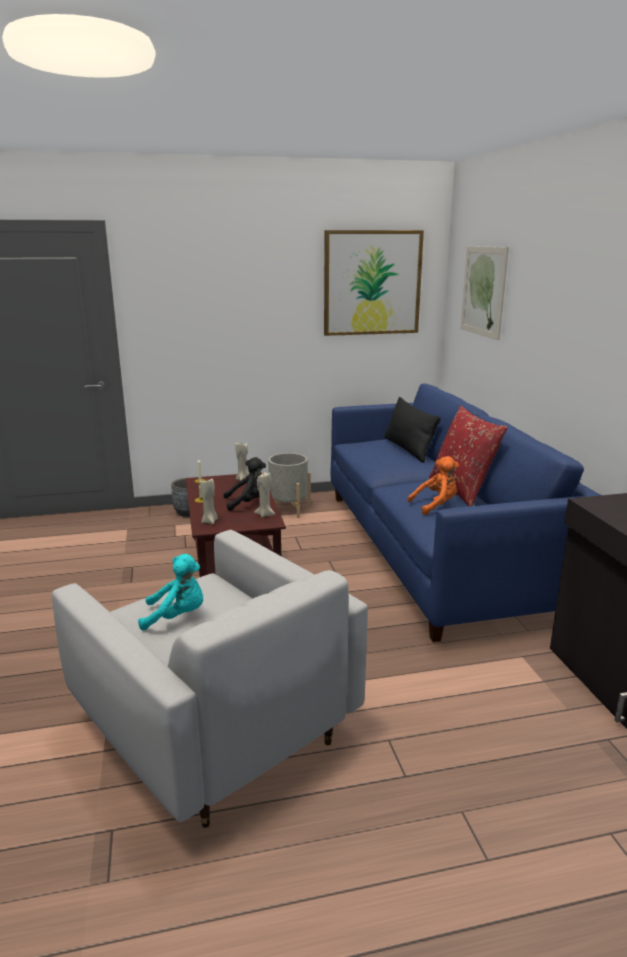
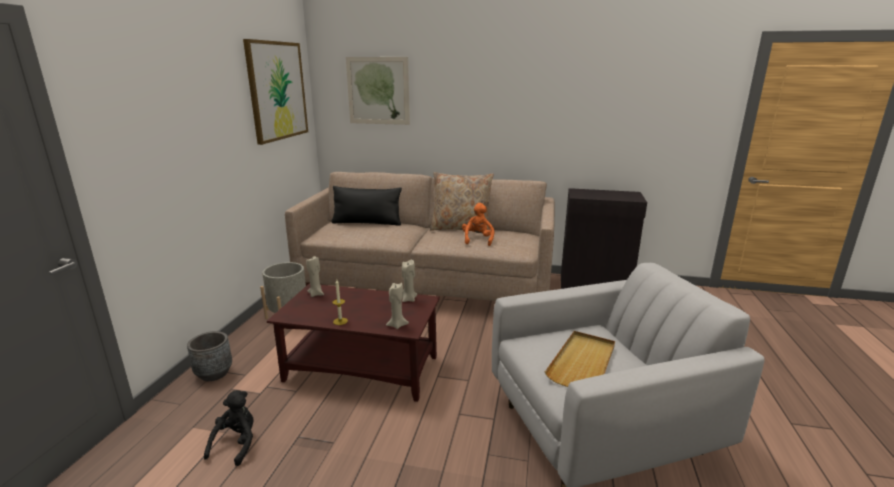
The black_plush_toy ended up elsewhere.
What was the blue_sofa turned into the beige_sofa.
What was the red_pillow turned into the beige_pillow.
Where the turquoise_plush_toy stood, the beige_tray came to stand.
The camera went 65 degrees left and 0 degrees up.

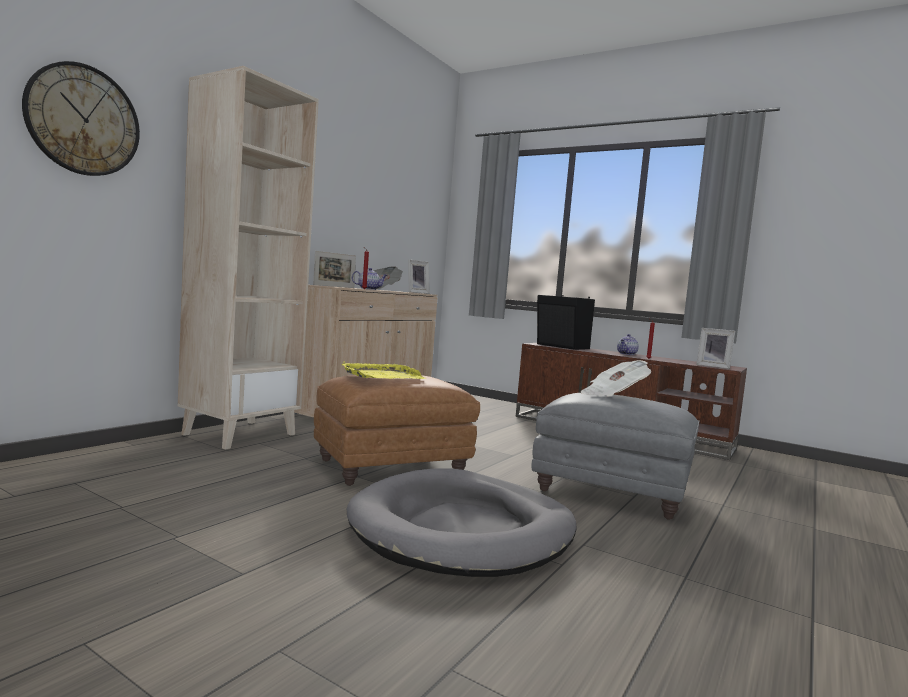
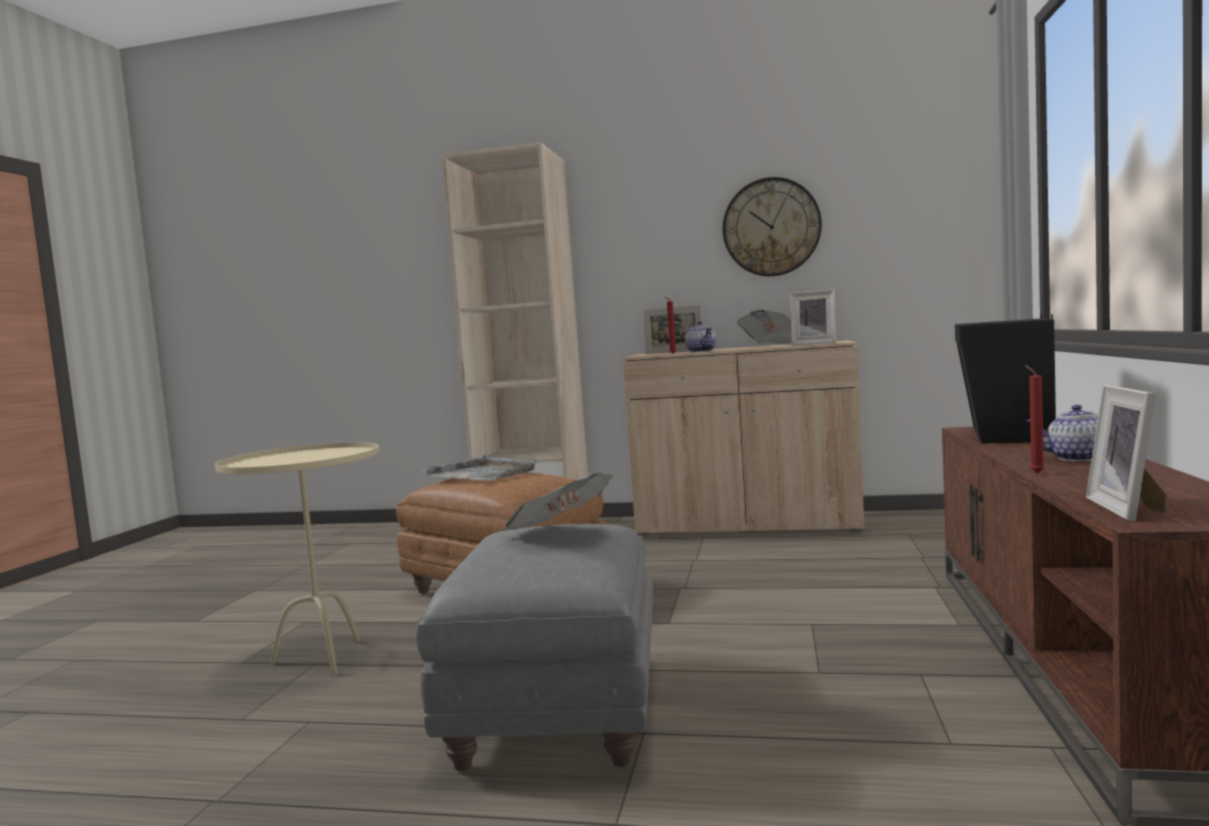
Where the grey_dog_bed stood, the beige_side_table came to stand.
What was the yellow_tray turned into the grey_tray.
The wall_clock ended up elsewhere.
The camera went 70 degrees right and 0 degrees up.

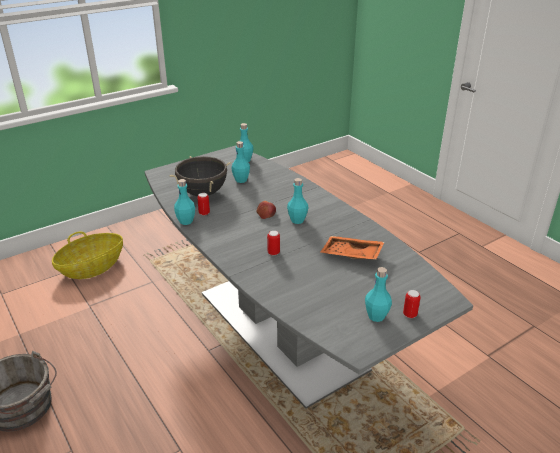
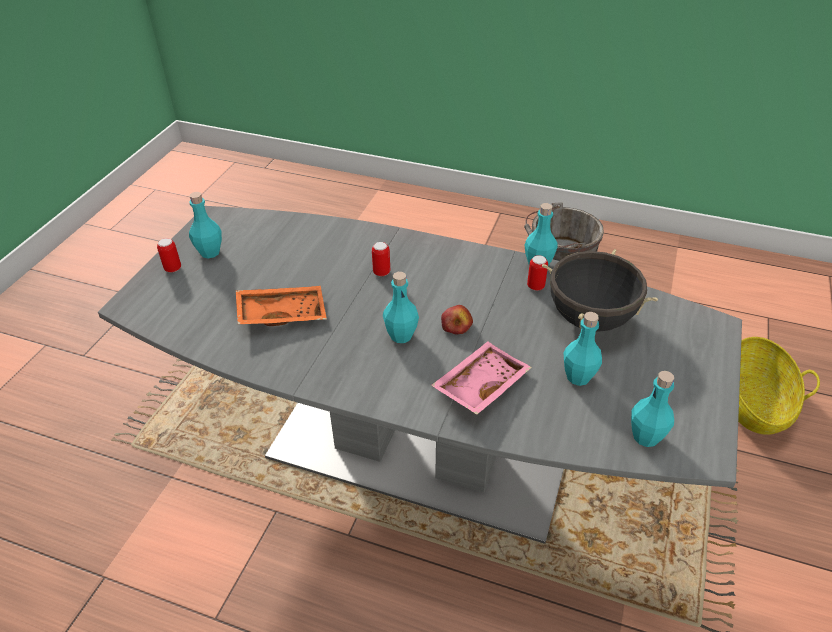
The second view gained the pink_tray.
The camera went 145 degrees right and 10 degrees up.

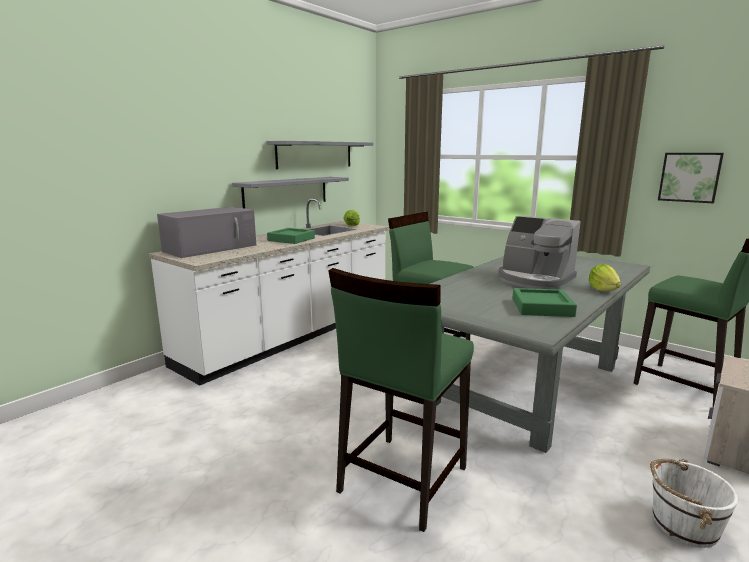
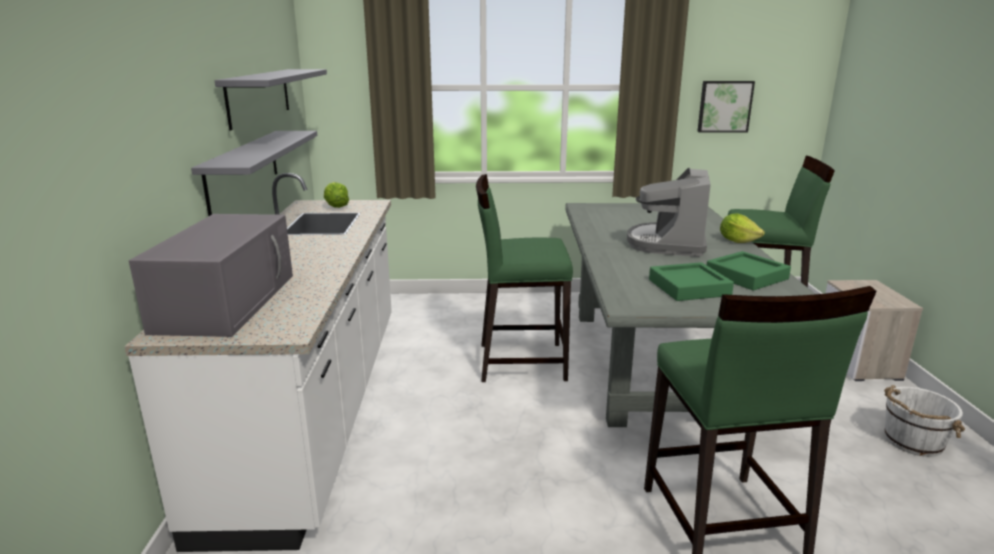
The coffee_machine ended up facing another way, 105 degrees clockwise from before.
The green_tray (1st from left) ended up elsewhere.
The camera went 40 degrees left and 5 degrees up.

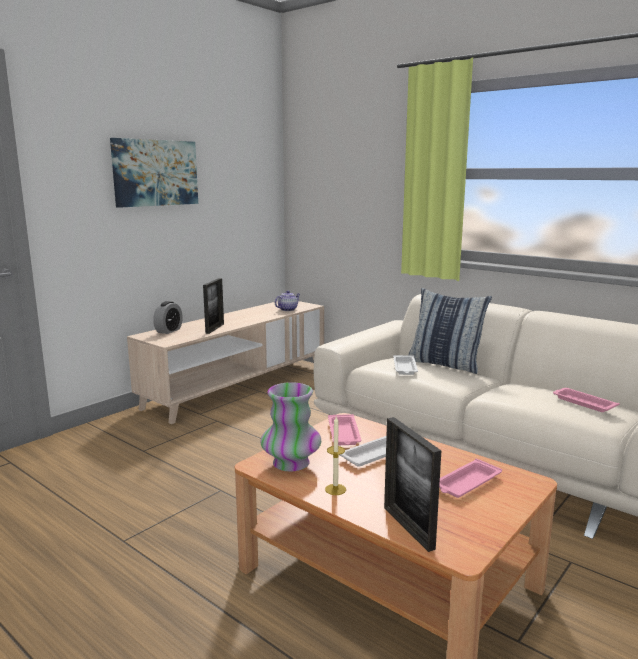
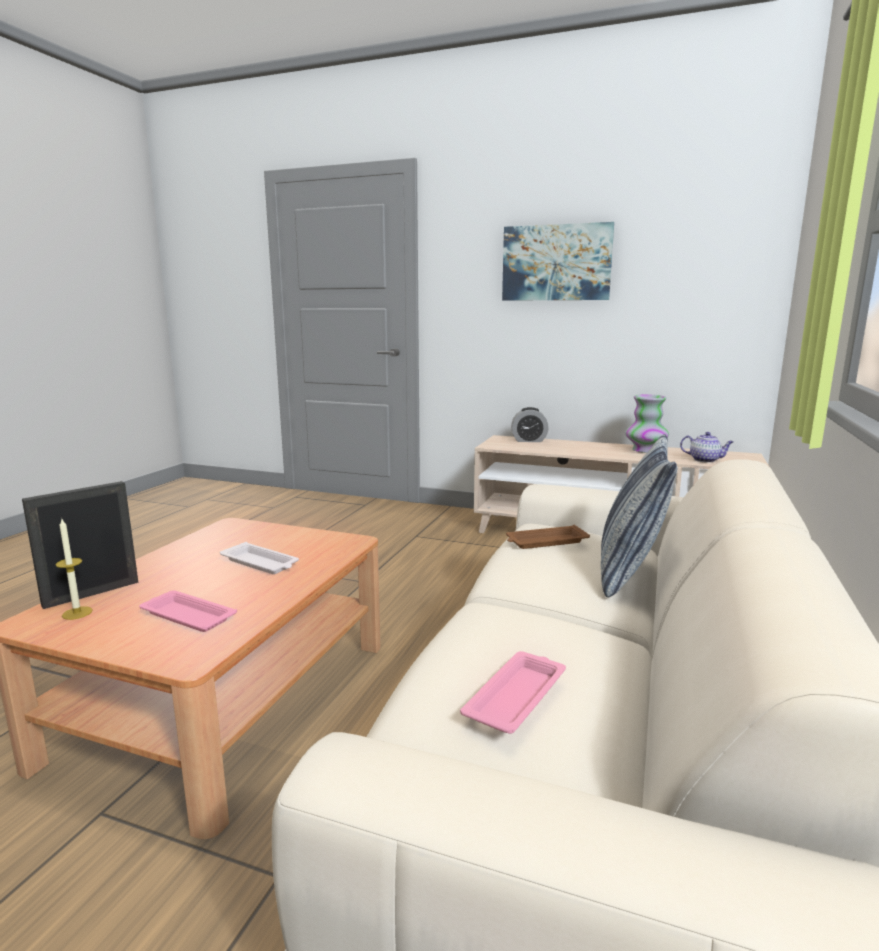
The candle ended up elsewhere.
What was the white_tray (2nd from left) turned into the brown_tray.
The vase ended up elsewhere.
The second view lost the picture_frame (1st from left).
The second view lost the pink_tray (1st from left).
The camera went 70 degrees right and 0 degrees up.

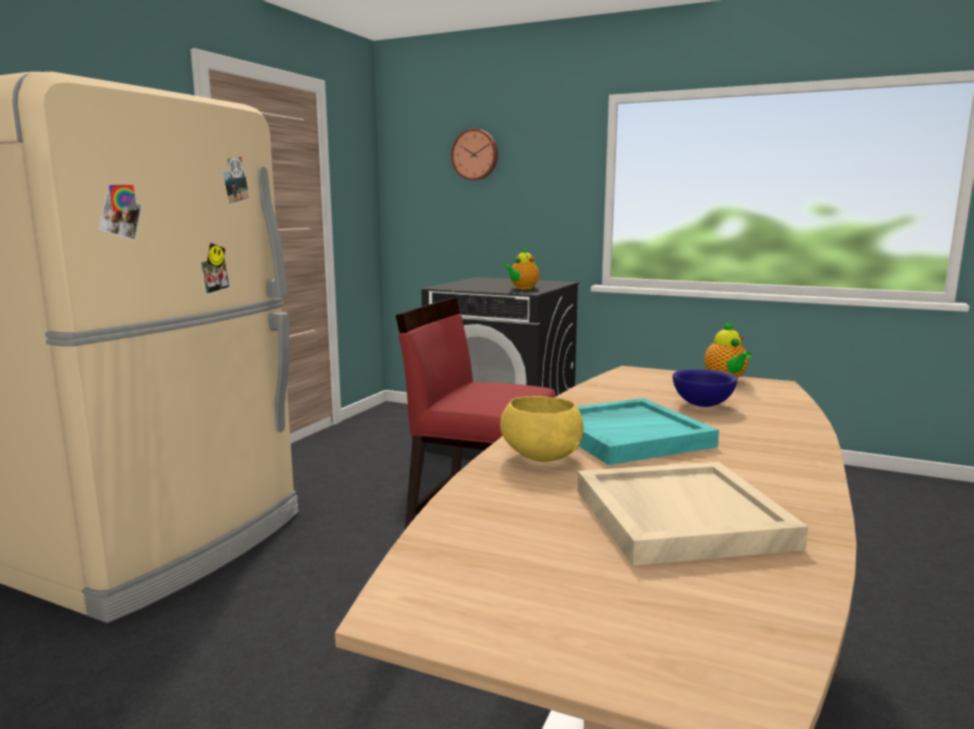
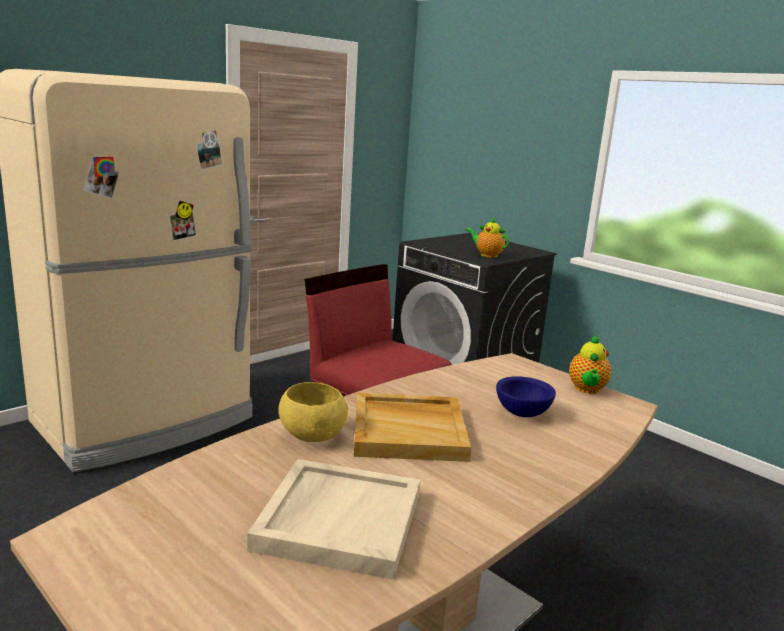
What was the turquoise_tray turned into the beige_tray (2nd from left).
The teapot (1st from left) ended up facing another way, 60 degrees clockwise from before.
The second view lost the wall_clock.
The camera went 20 degrees right and 5 degrees up.

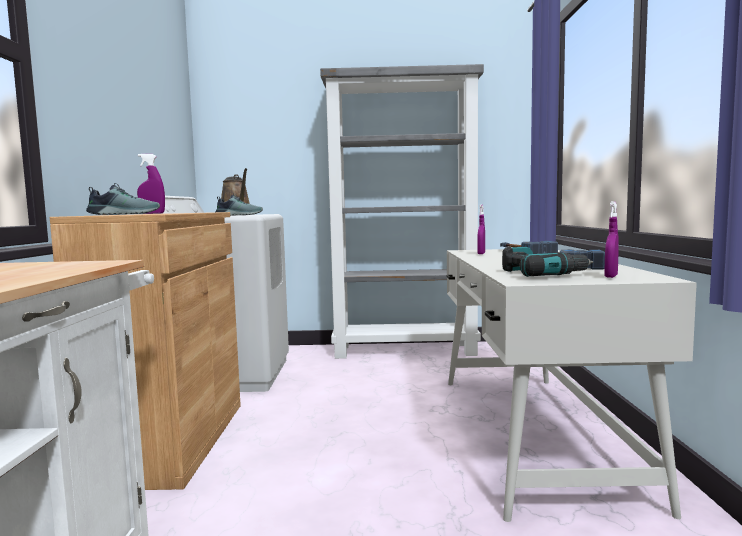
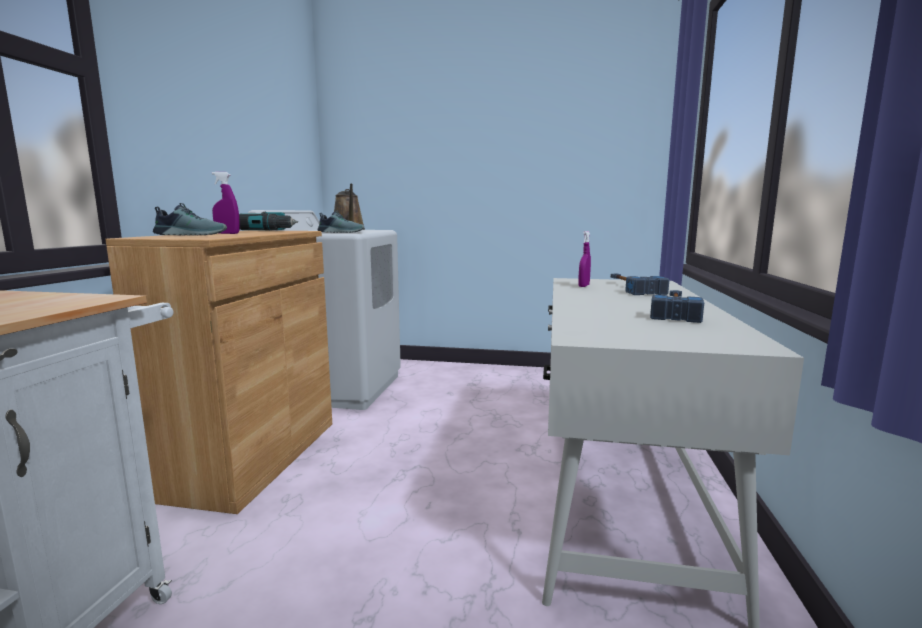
The power_drill ended up elsewhere.
The second view lost the grey_bookcase.
The second view lost the purple_spray_bottle (3rd from left).
The camera went 10 degrees right and 5 degrees up.

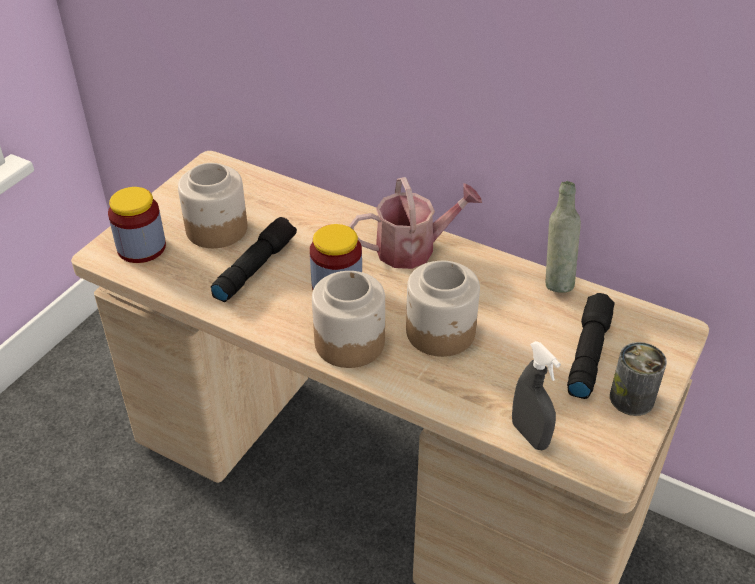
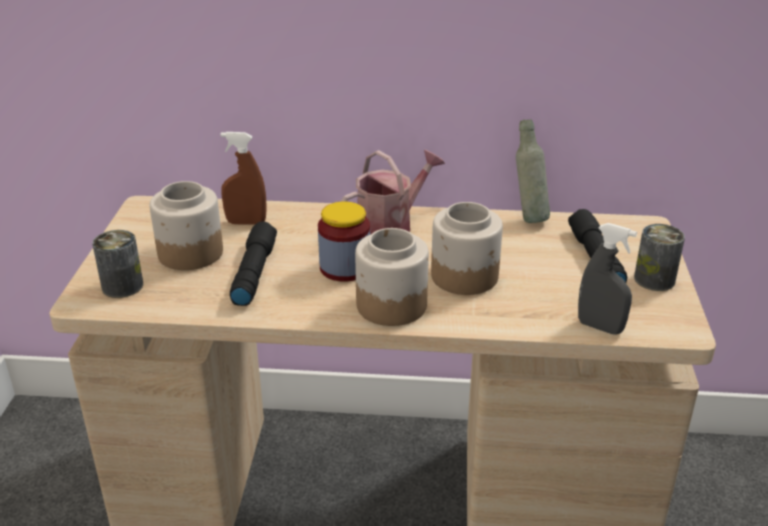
Where the jar (1st from left) stood, the can (1st from left) came to stand.
The second view gained the brown_spray_bottle.
The camera went 25 degrees left and 10 degrees down.

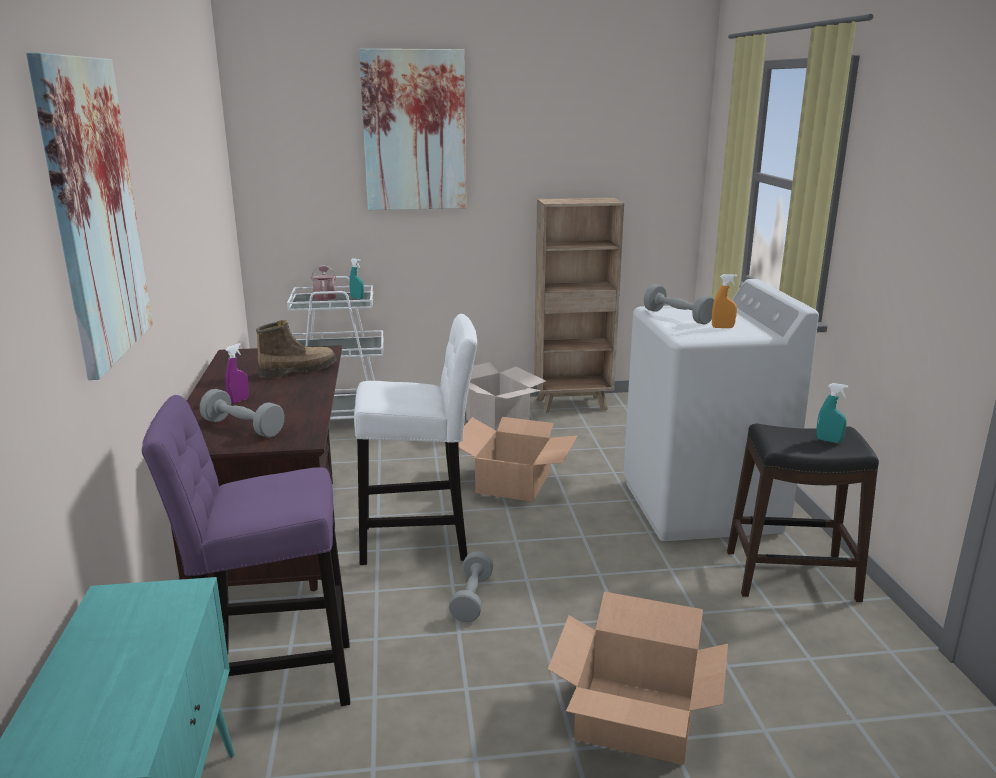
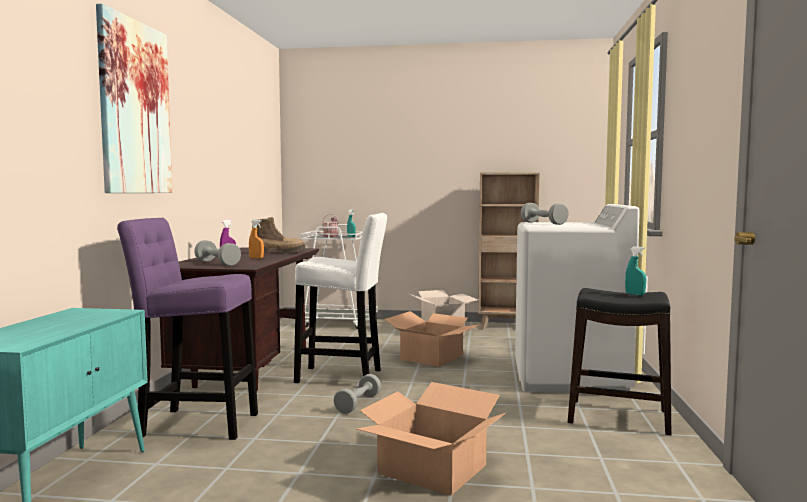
The orange_spray_bottle ended up elsewhere.
The second view lost the picture (2nd from left).
The camera went 15 degrees right and 15 degrees down.

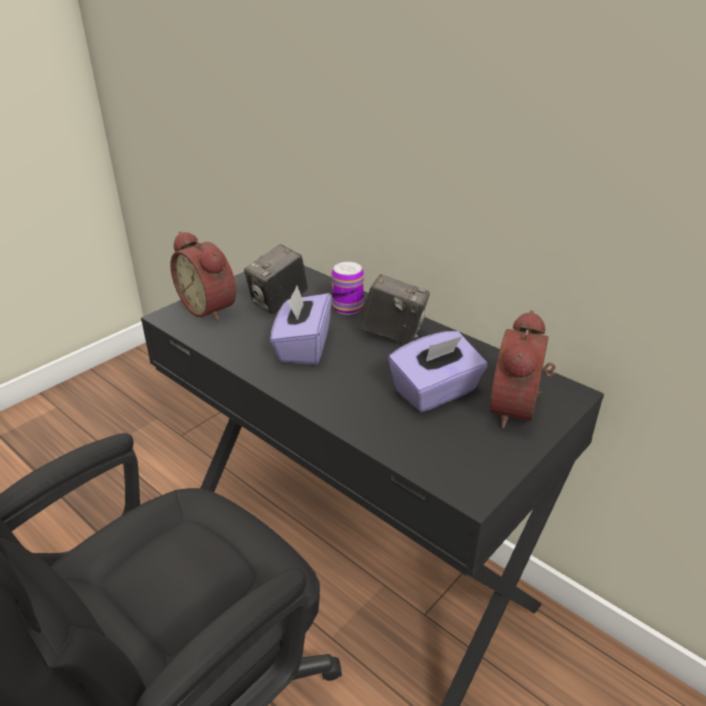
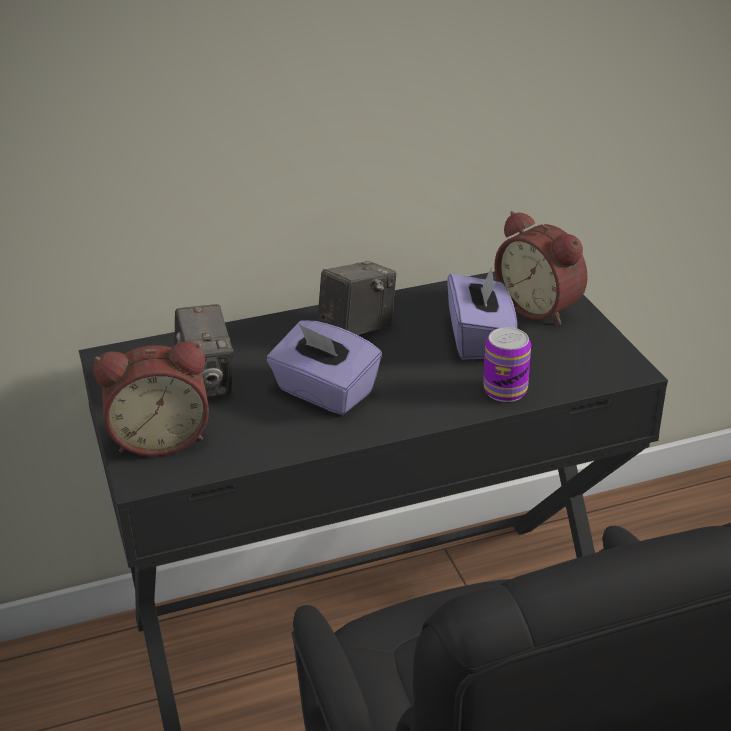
The can ended up elsewhere.
The camera went 60 degrees left and 0 degrees up.

